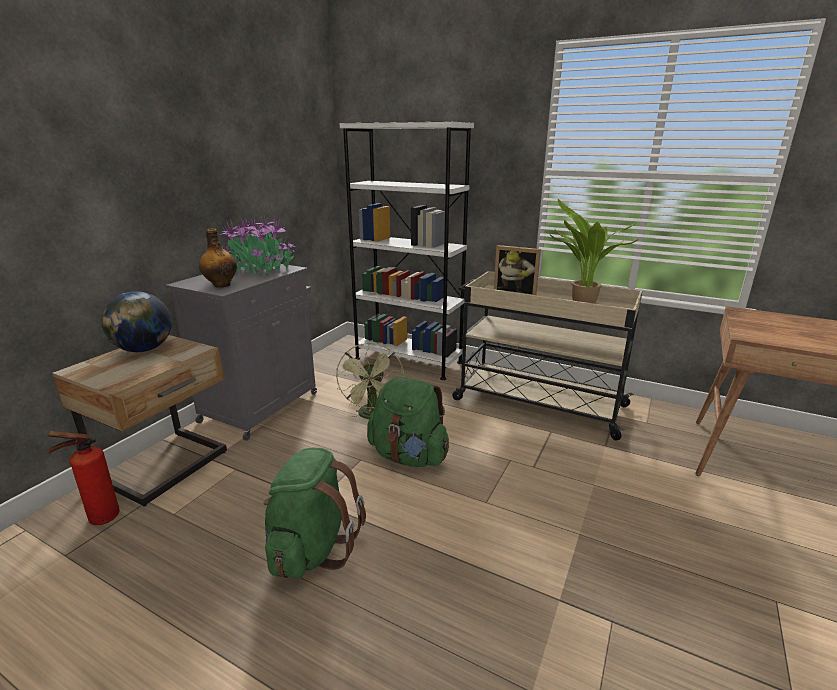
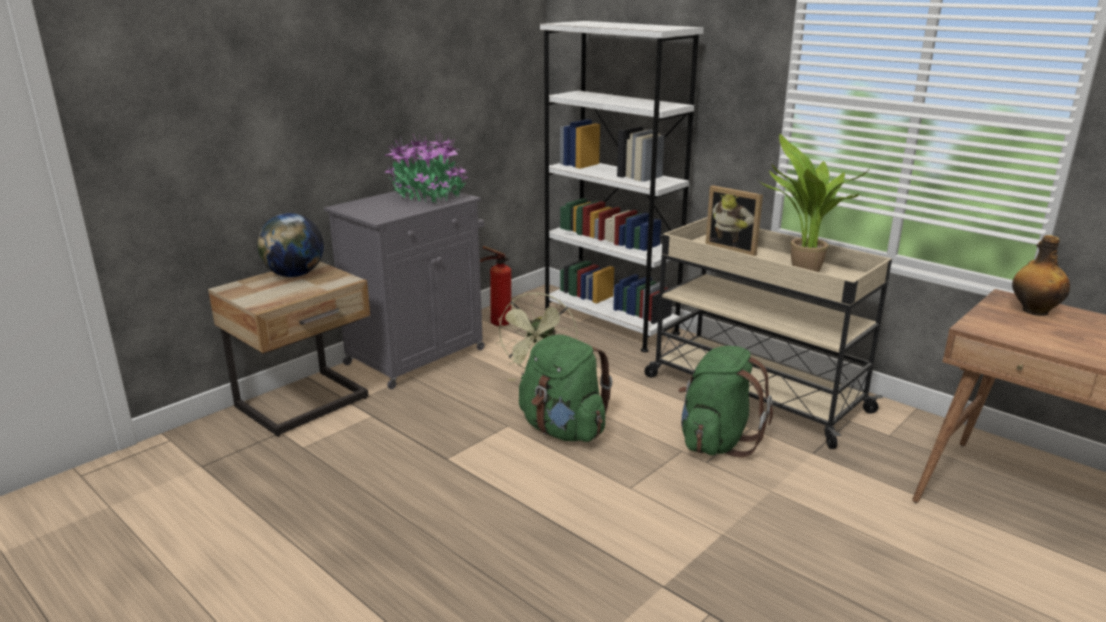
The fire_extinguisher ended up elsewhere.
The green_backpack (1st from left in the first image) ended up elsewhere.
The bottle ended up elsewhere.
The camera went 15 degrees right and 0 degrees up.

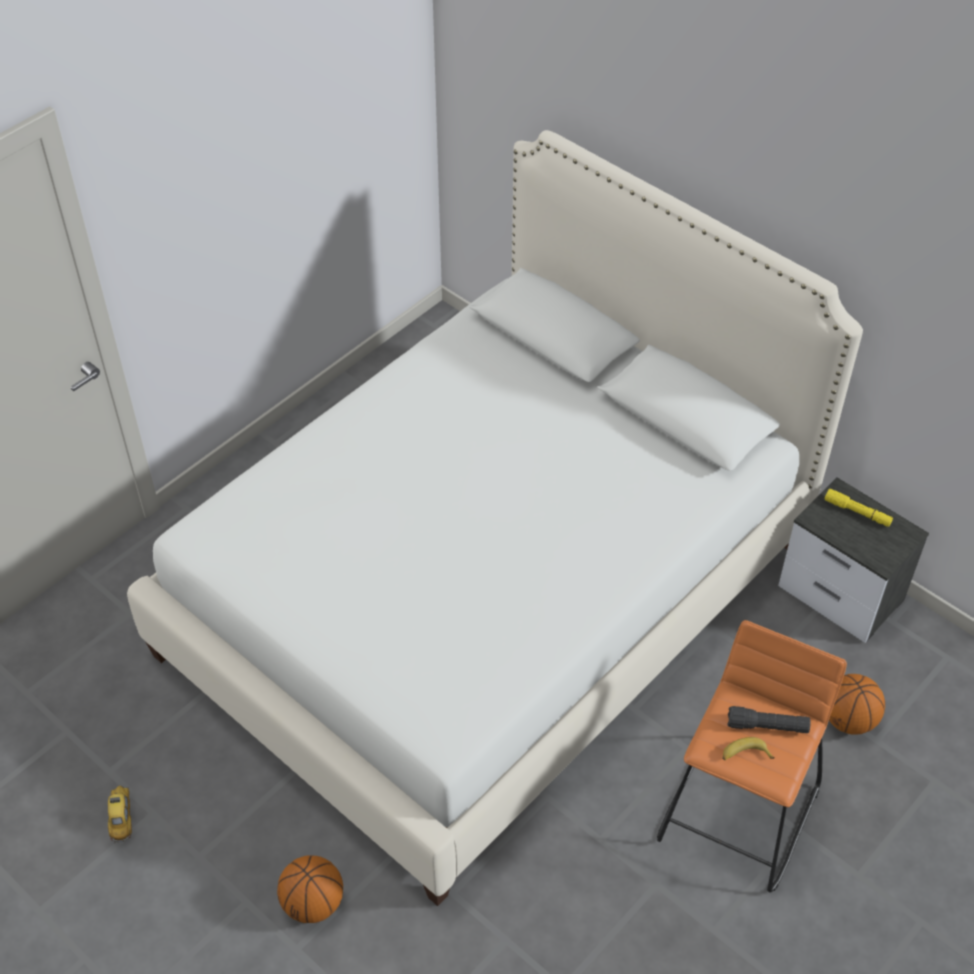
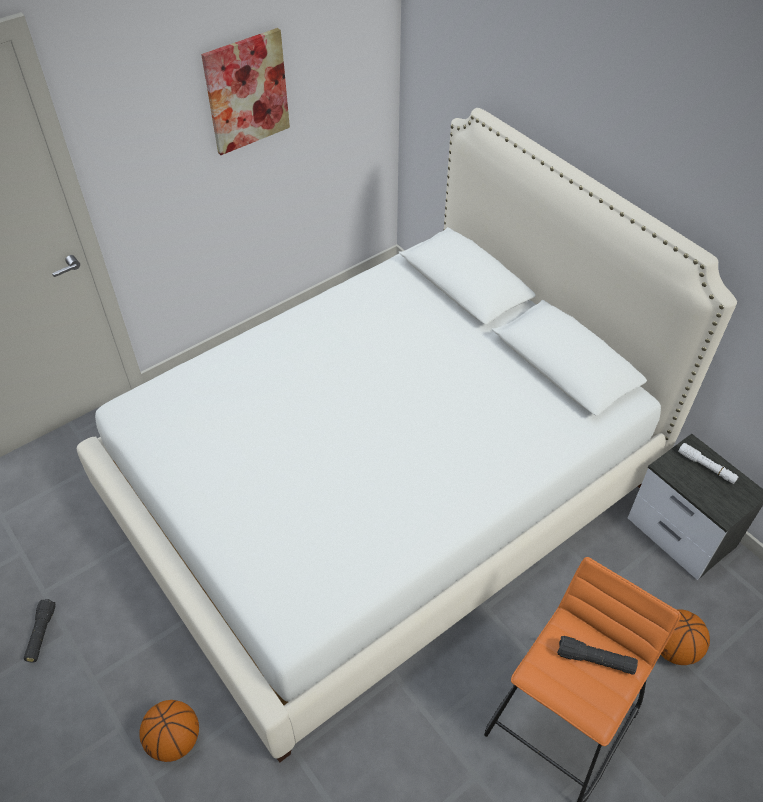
Where the toy_car stood, the black_flashlight (1st from left) came to stand.
The second view gained the picture.
What was the yellow_flashlight turned into the white_flashlight.
The second view lost the banana.
The camera went 10 degrees right and 0 degrees up.

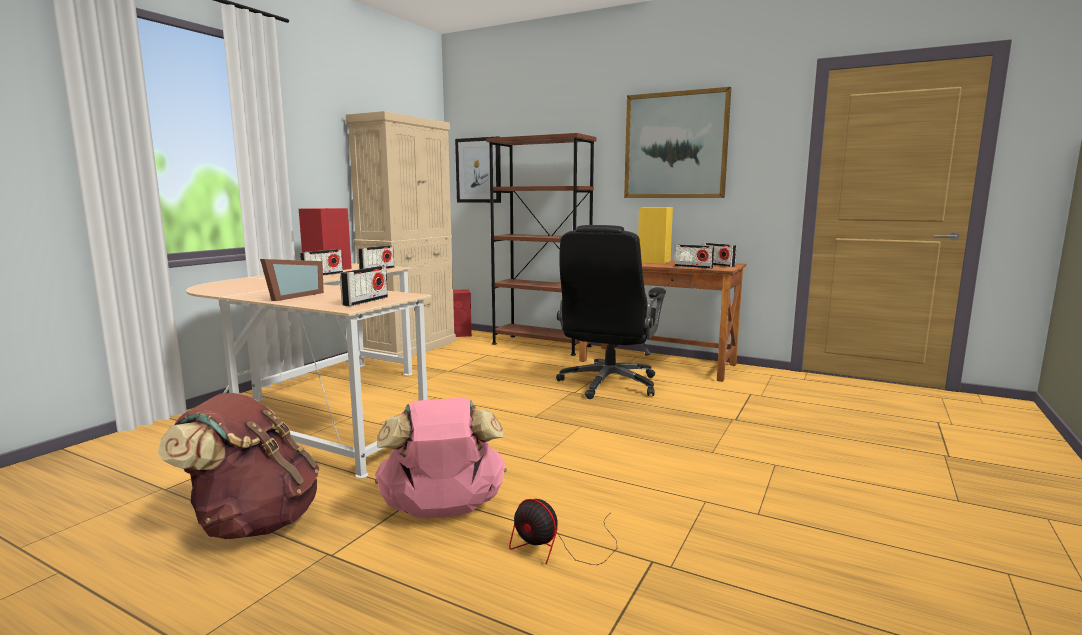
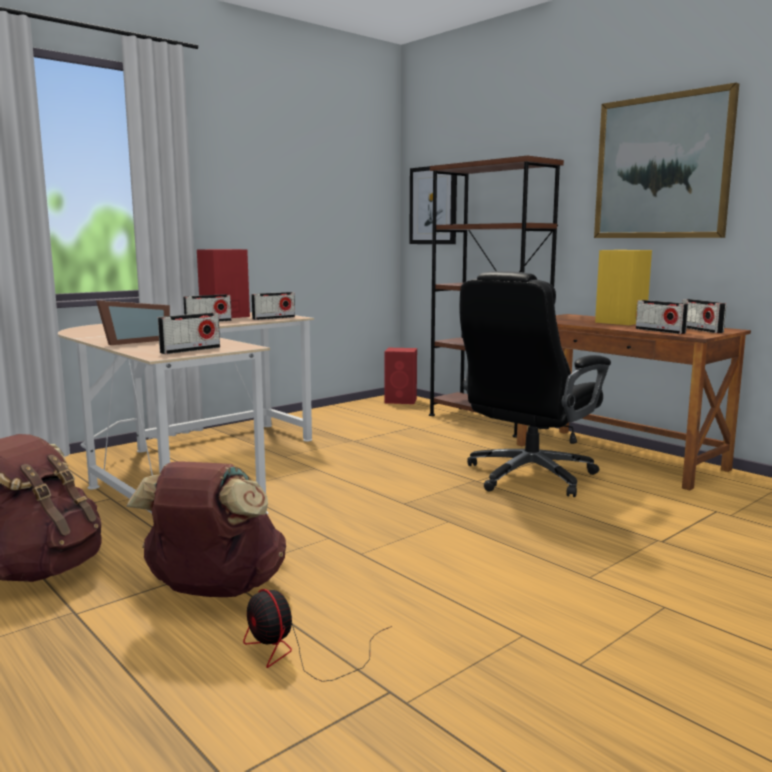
What was the pink_backpack turned into the brown_backpack (2nd from left).
The second view lost the beige_cabinet.
The camera went 20 degrees right and 0 degrees up.

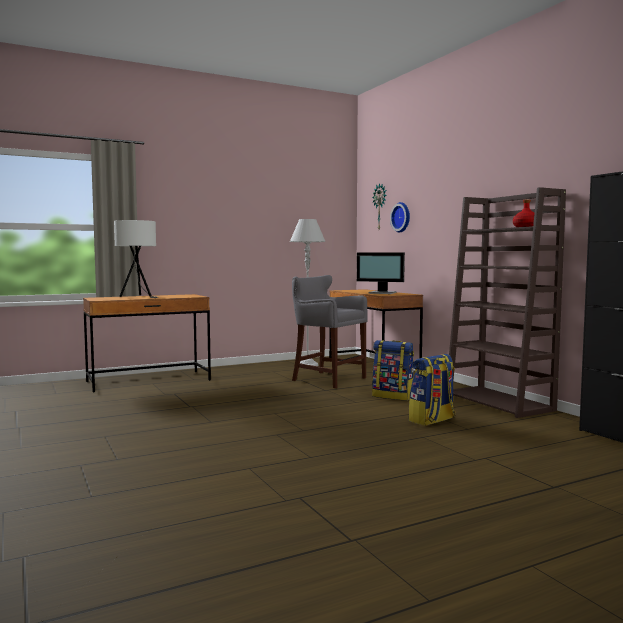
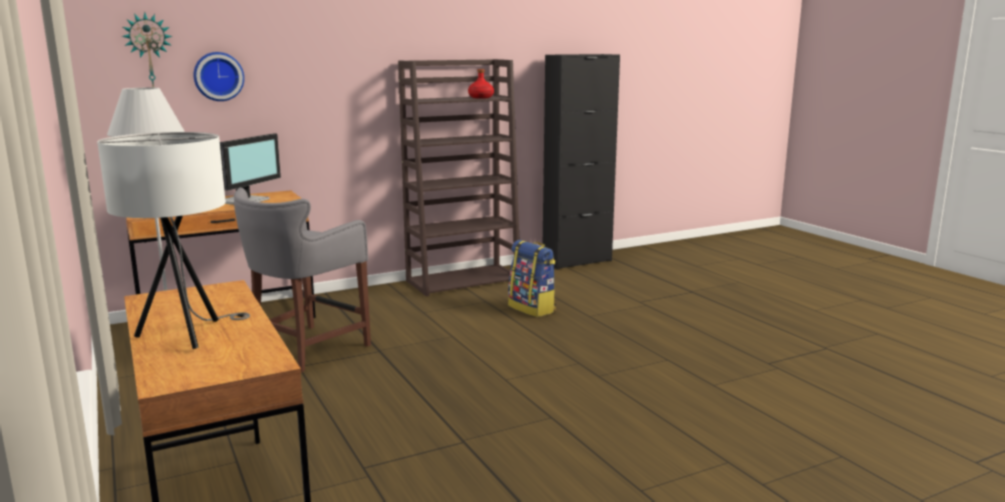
The second view lost the backpack (1st from left).
The camera went 90 degrees left and 10 degrees up.

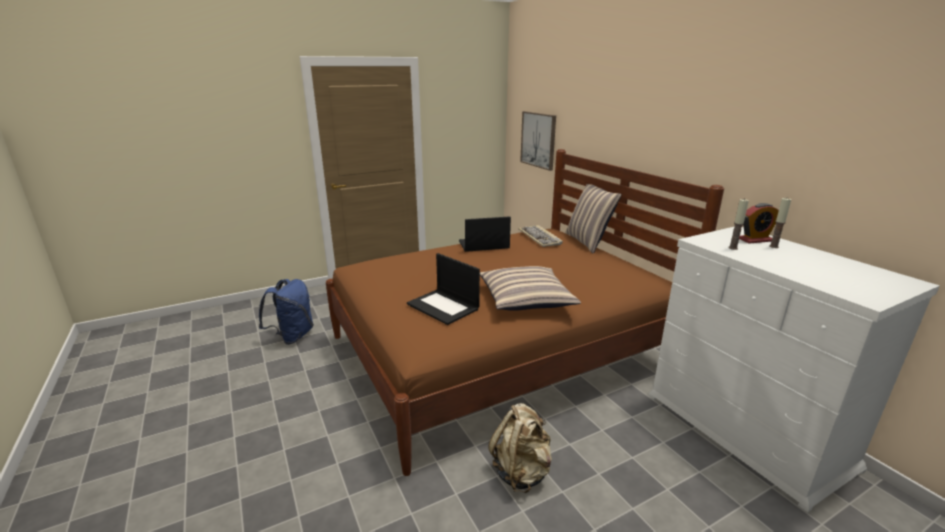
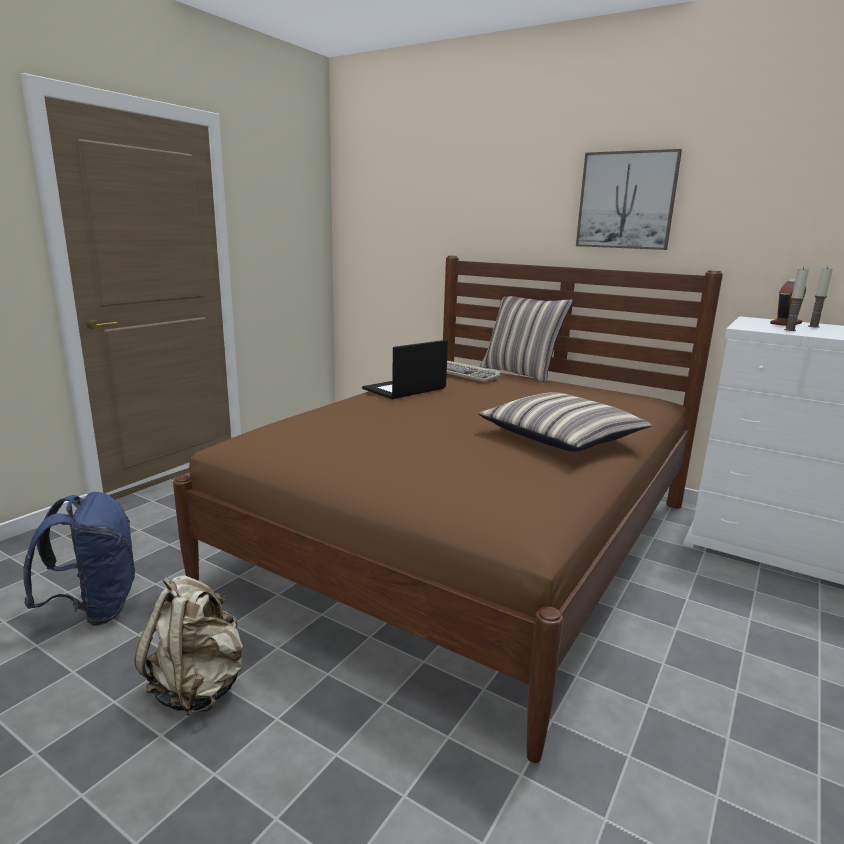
The beige_backpack ended up elsewhere.
The picture ended up elsewhere.
The second view lost the laptop (1st from left).
The camera went 30 degrees left and 5 degrees down.

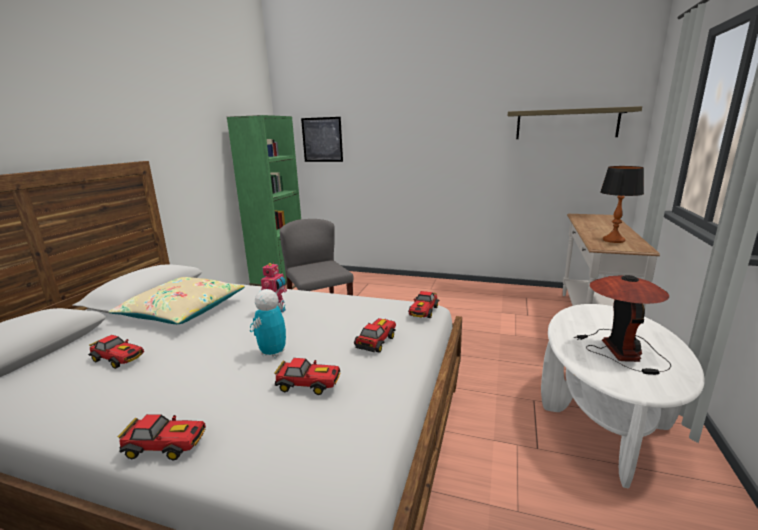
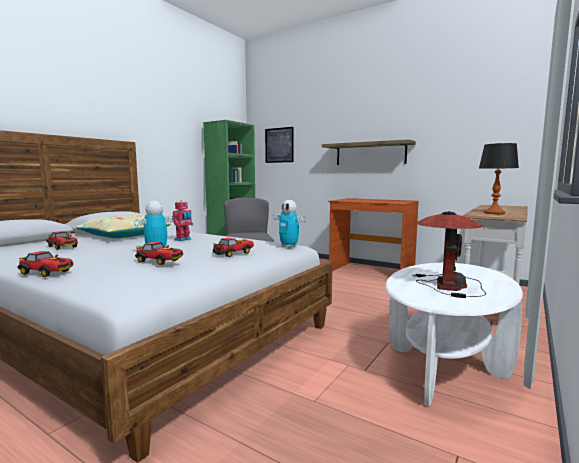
Where the toy_car (5th from left) stood, the toy_robot (3rd from left) came to stand.
The shelf ended up elsewhere.
The second view gained the brown_desk.
The camera went 15 degrees right and 10 degrees down.

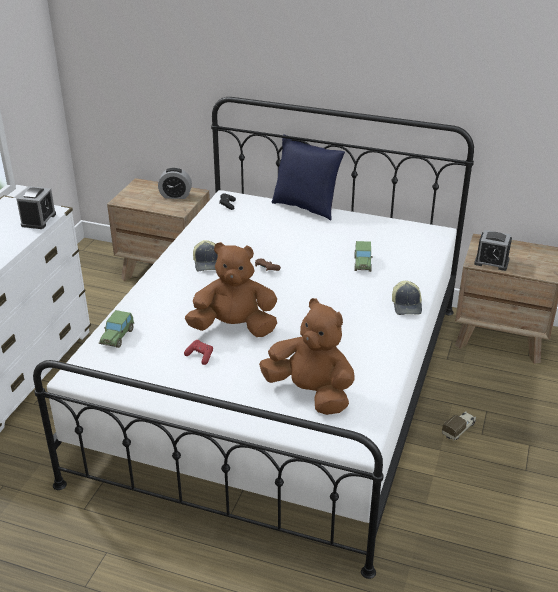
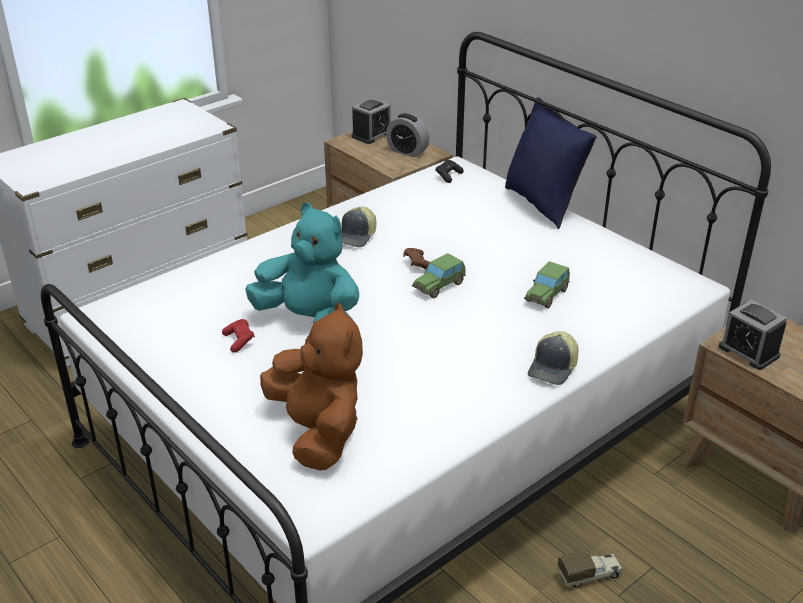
What was the brown_plush_toy (1st from left) turned into the turquoise_plush_toy.
The alarm_clock (1st from left) ended up elsewhere.
The toy_car (1st from left) ended up elsewhere.
The camera went 30 degrees right and 0 degrees up.

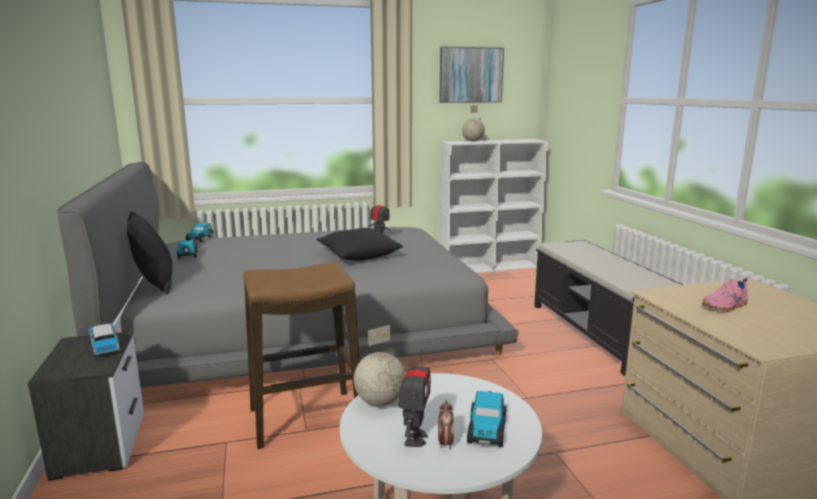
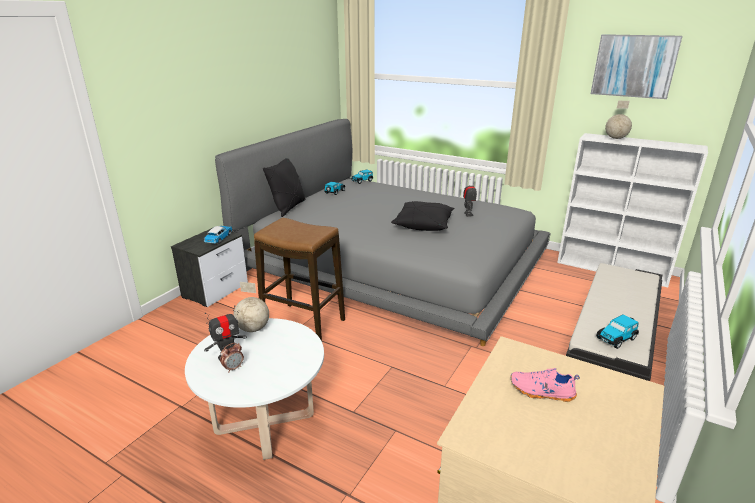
The toy_car (4th from left) ended up elsewhere.
The camera went 45 degrees right and 10 degrees up.

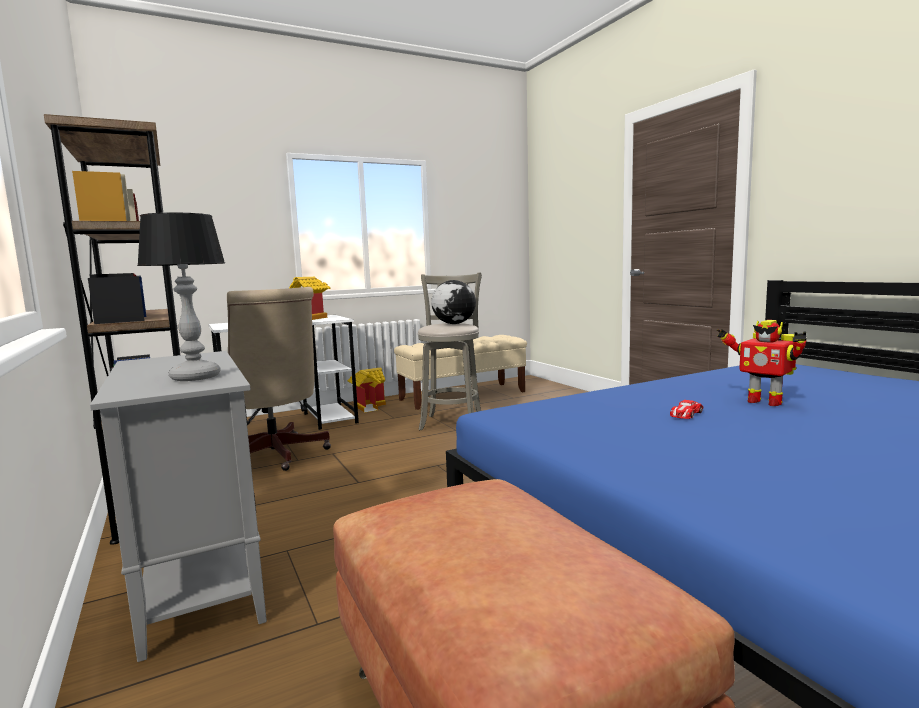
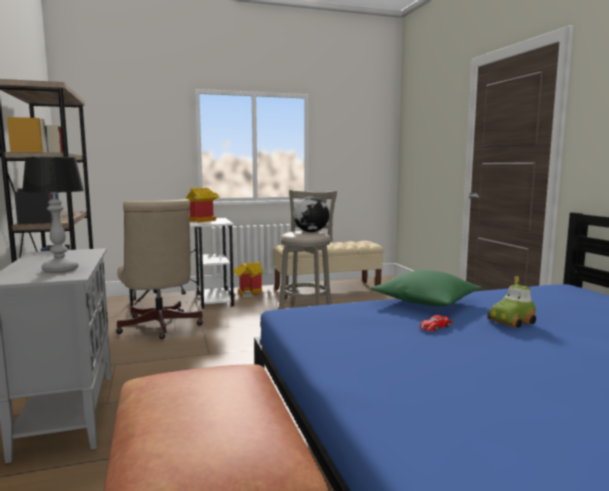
The second view gained the green_pillow.
Where the toy_robot stood, the toy_car (2nd from left) came to stand.
The camera went 10 degrees right and 0 degrees up.

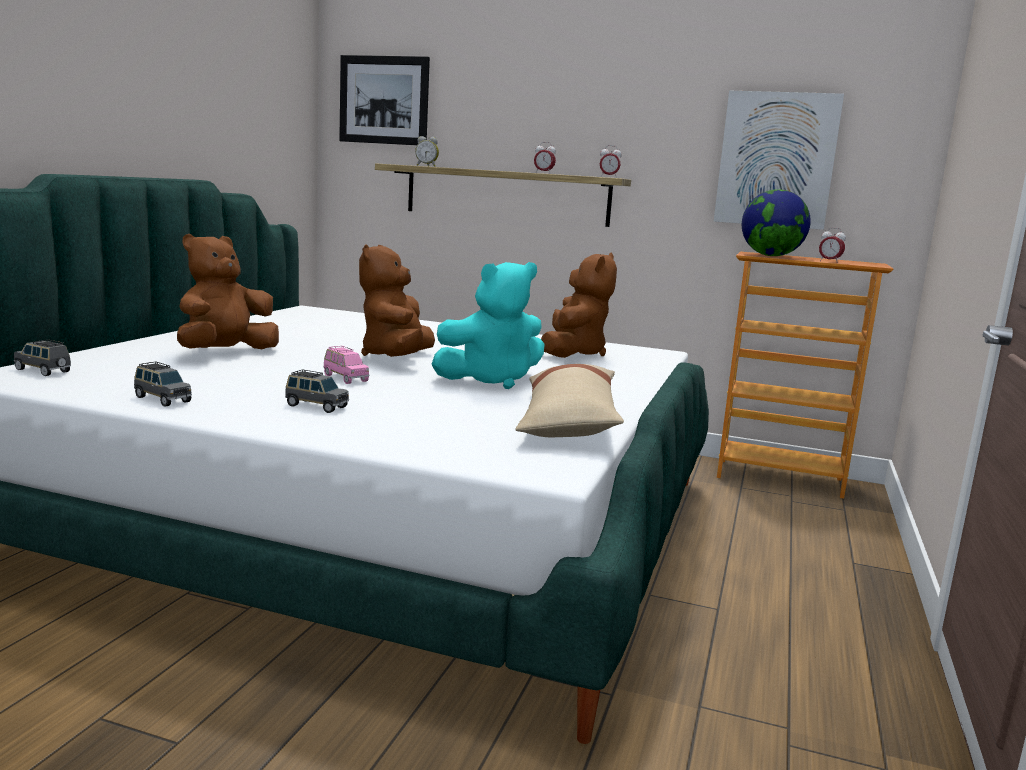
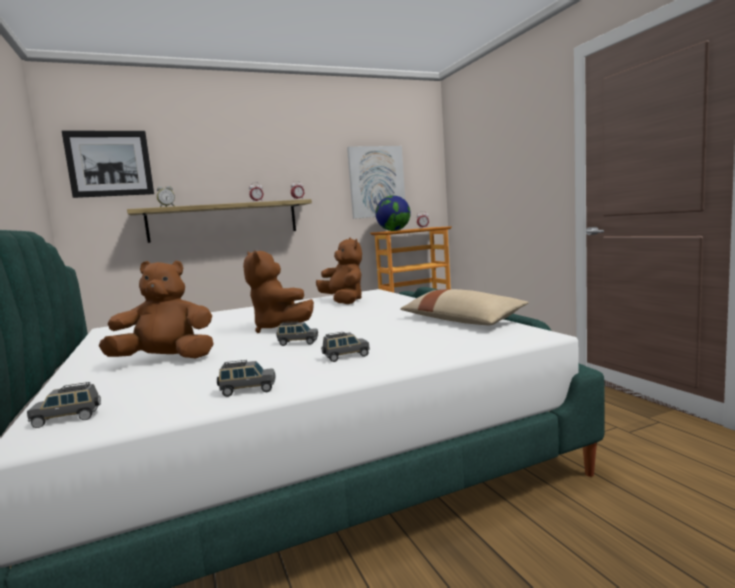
The brown_plush_toy (1st from left) ended up facing another way, 90 degrees clockwise from before.
What was the pink_toy_car turned into the grey_toy_car (3rd from left).
The second view lost the turquoise_plush_toy.
The camera went 40 degrees left and 5 degrees down.

